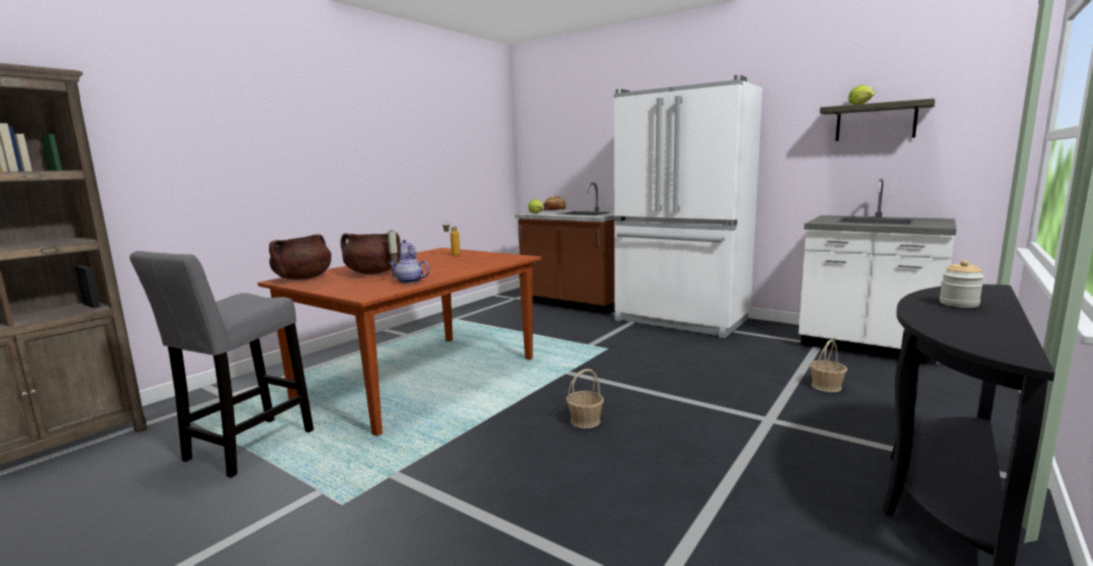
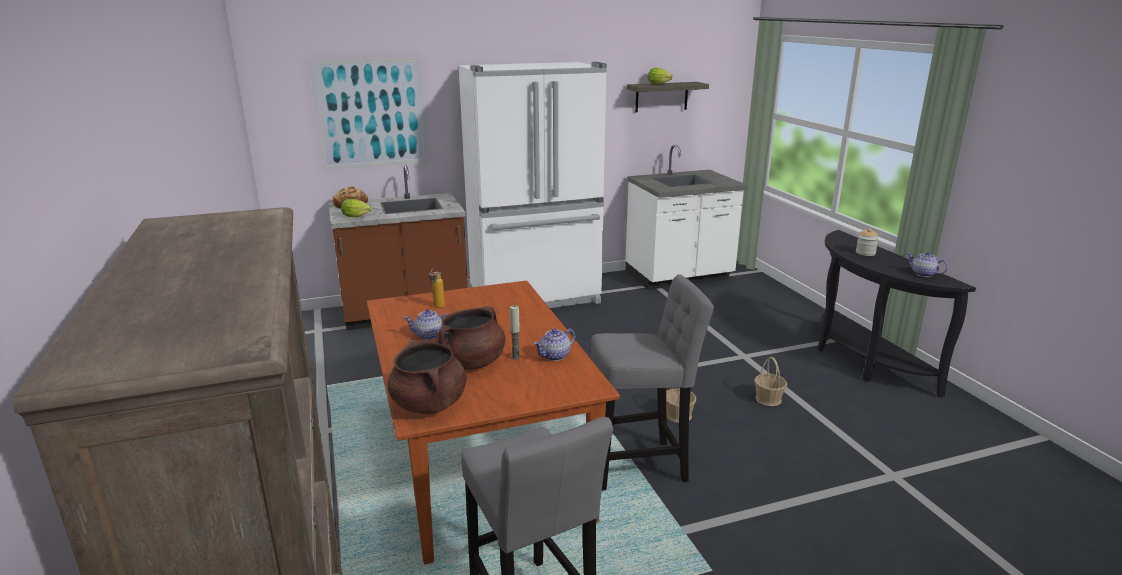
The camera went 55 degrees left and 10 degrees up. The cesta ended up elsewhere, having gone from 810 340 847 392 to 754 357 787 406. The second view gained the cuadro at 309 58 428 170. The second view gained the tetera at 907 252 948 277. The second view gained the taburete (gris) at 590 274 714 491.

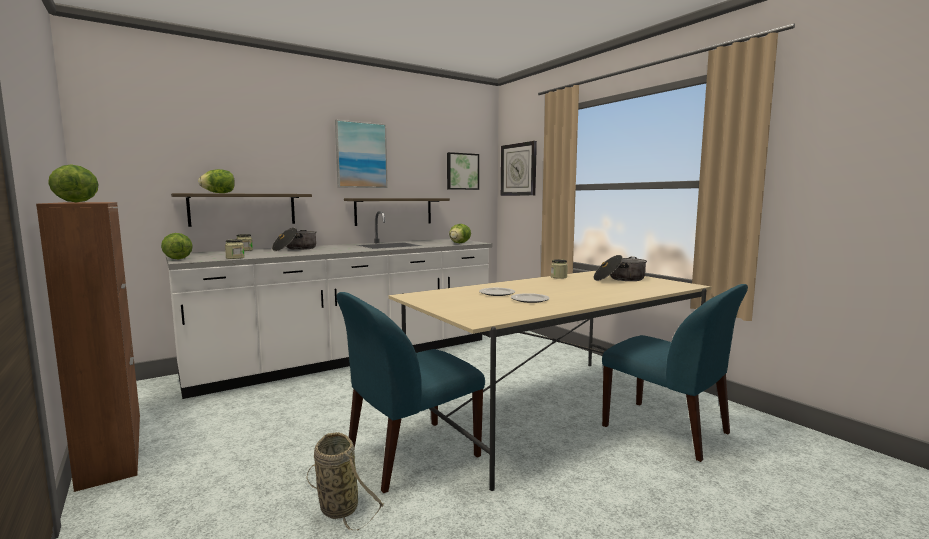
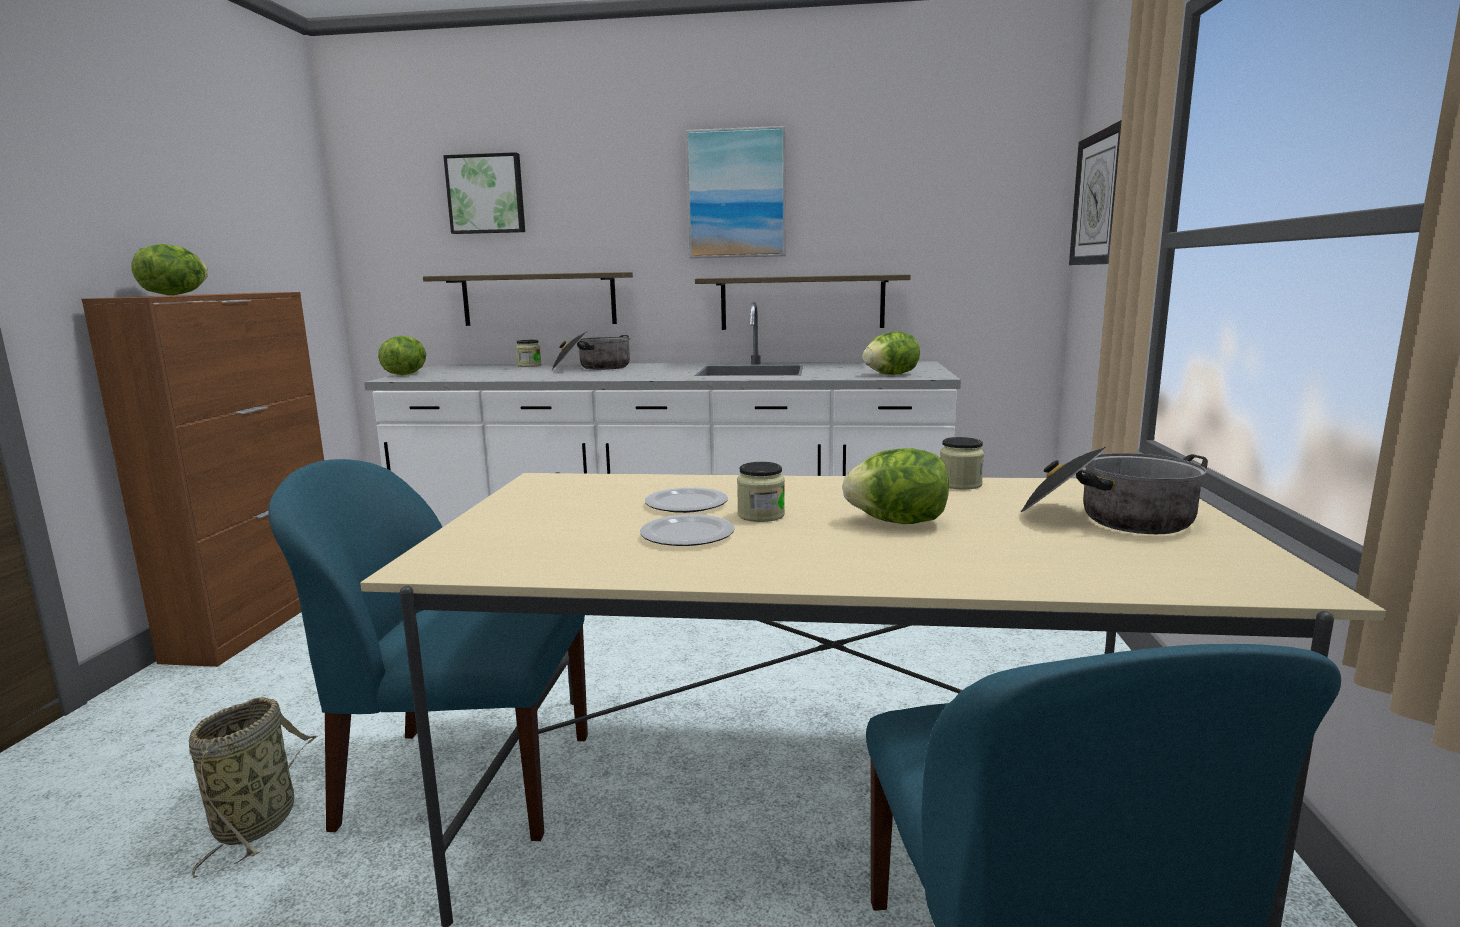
The camera went 40 degrees right and 5 degrees up. The cuadro ended up elsewhere, having gone from 447 152 479 190 to 443 152 525 234. The lechuga ended up elsewhere, having gone from 198 169 235 193 to 842 448 949 524. The tarro ended up elsewhere, having gone from 225 239 245 259 to 737 462 785 522.

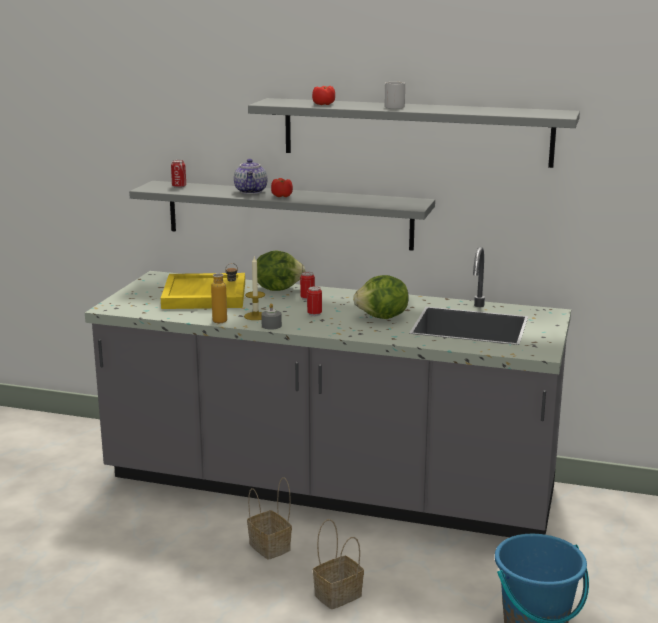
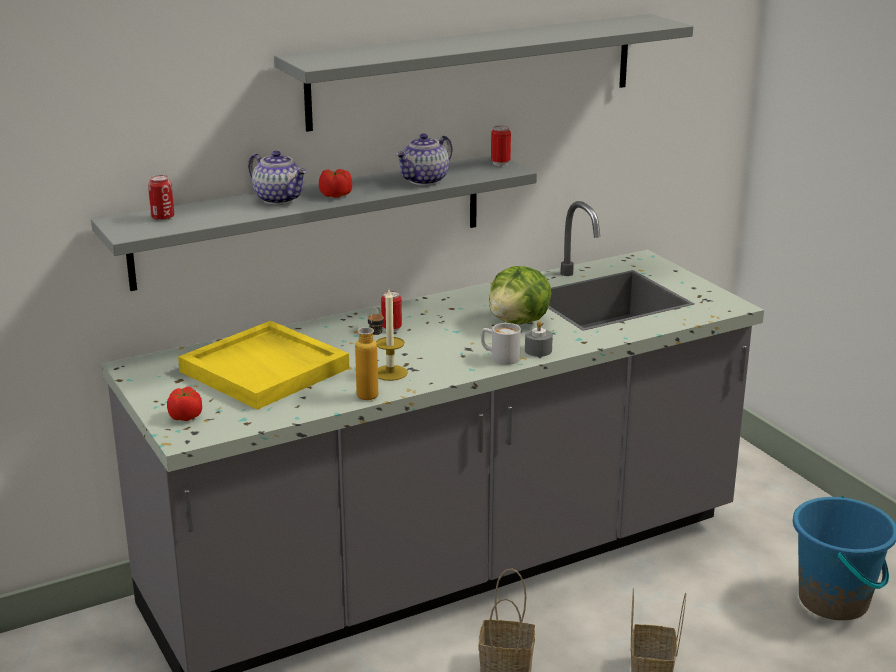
The camera went 45 degrees left and 5 degrees up. The taza grande (blanco) ended up elsewhere, having gone from 385 82 405 109 to 481 323 521 365. The tomate ended up elsewhere, having gone from 312 86 335 105 to 167 387 202 421. The second view lost the lechuga at 257 250 306 291. The lata ended up elsewhere, having gone from 307 286 322 317 to 491 126 511 166. The vela (gris) ended up elsewhere, having gone from 261 303 282 330 to 525 321 553 357. The second view gained the tetera at 395 134 452 185.

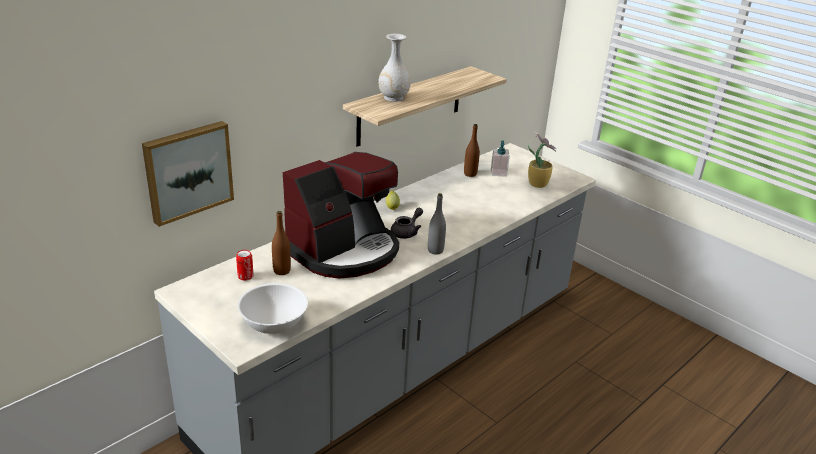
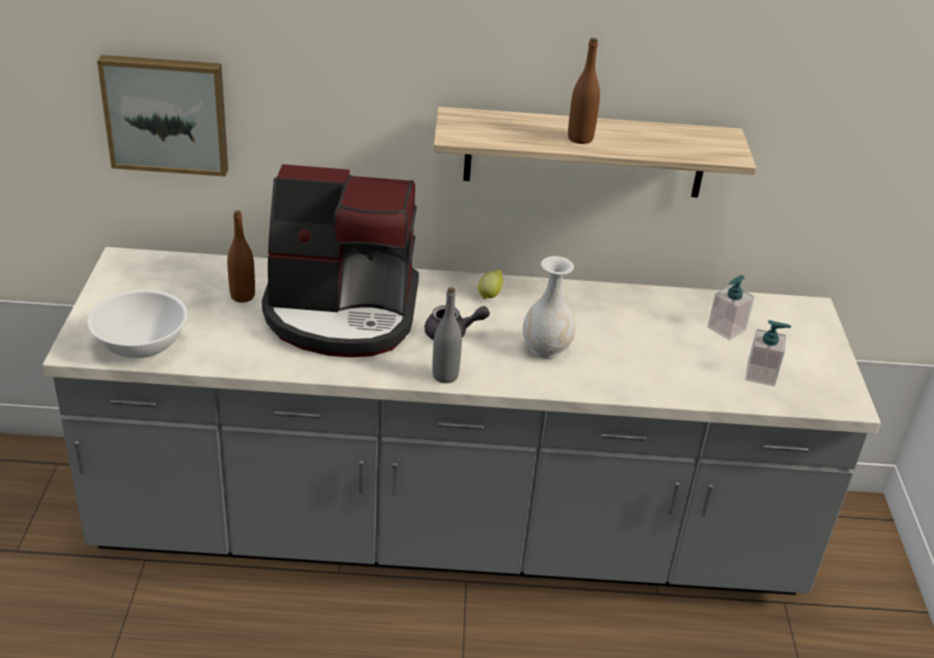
The camera went 45 degrees right and 5 degrees up. The florero (blanco) ended up elsewhere, having gone from 378 34 411 102 to 523 256 575 359. The botella (marrón) ended up elsewhere, having gone from 464 124 480 177 to 568 38 600 144. Where the planta en maceta stood at 528 132 557 188, the dispensador de jabón came to stand at 745 320 791 386. The second view lost the lata at 236 250 253 281.

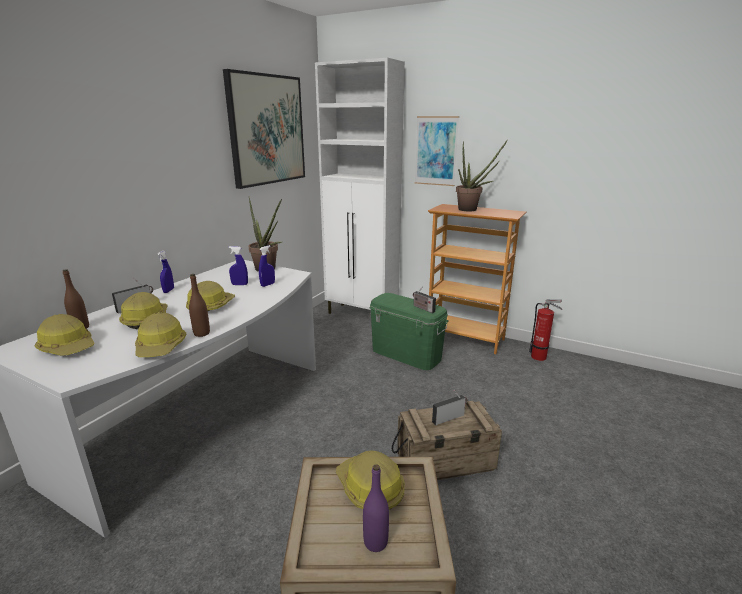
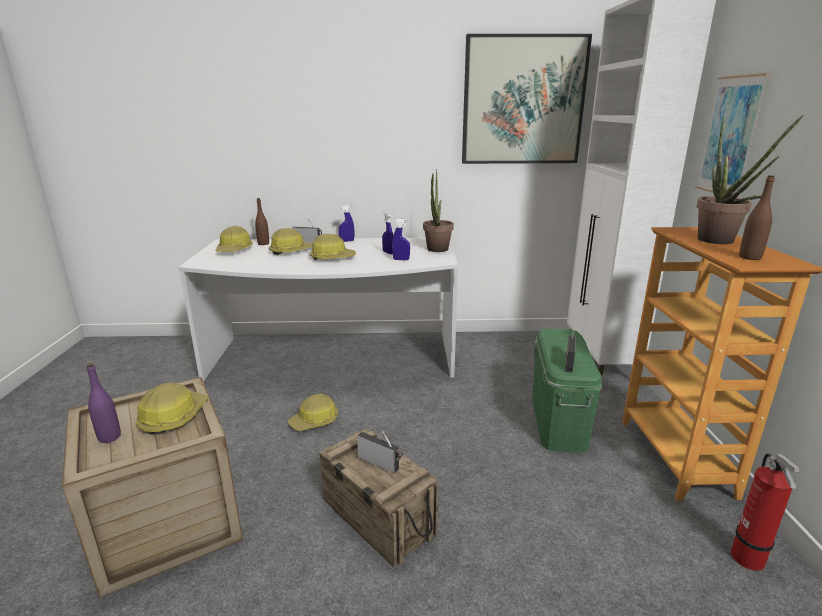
The camera went 60 degrees right and 0 degrees up. The botella (marrón) ended up elsewhere, having gone from 189 274 210 337 to 739 175 775 260. The casco ended up elsewhere, having gone from 135 312 186 357 to 288 393 338 431.

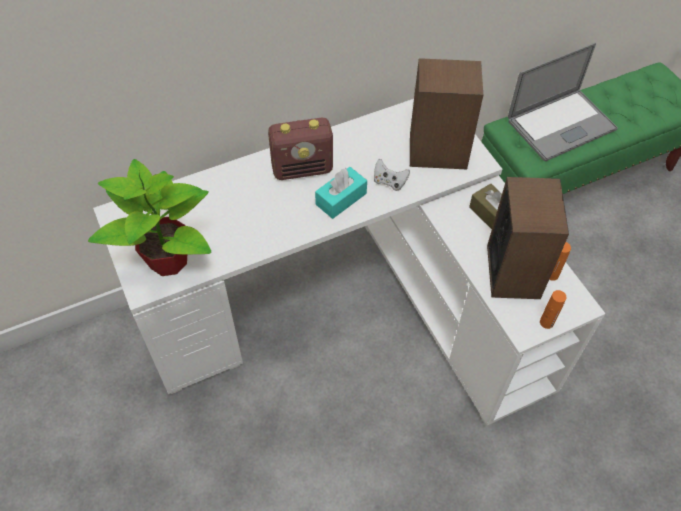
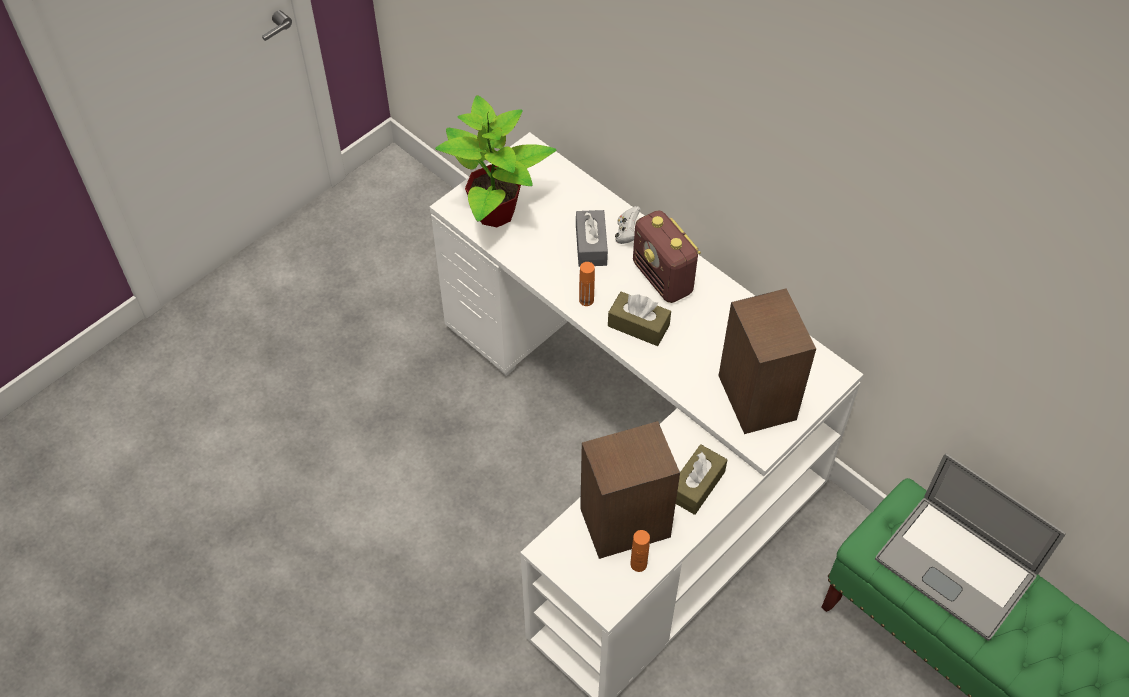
The camera went 70 degrees right and 0 degrees up. The mando de consola (blanco) ended up elsewhere, having gone from 374 159 410 191 to 615 206 641 244. What was the caja de pañuelos (turquesa) at 315 167 367 219 turned into the caja de pañuelos (marrón) at 608 291 671 346. The botella (naranja) ended up elsewhere, having gone from 540 290 566 329 to 579 262 595 306. The second view gained the caja de pañuelos (gris) at 576 210 608 267.

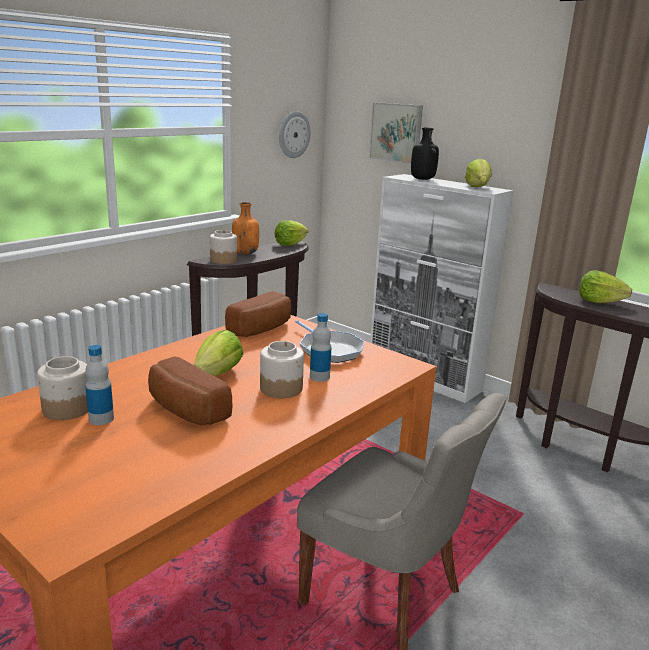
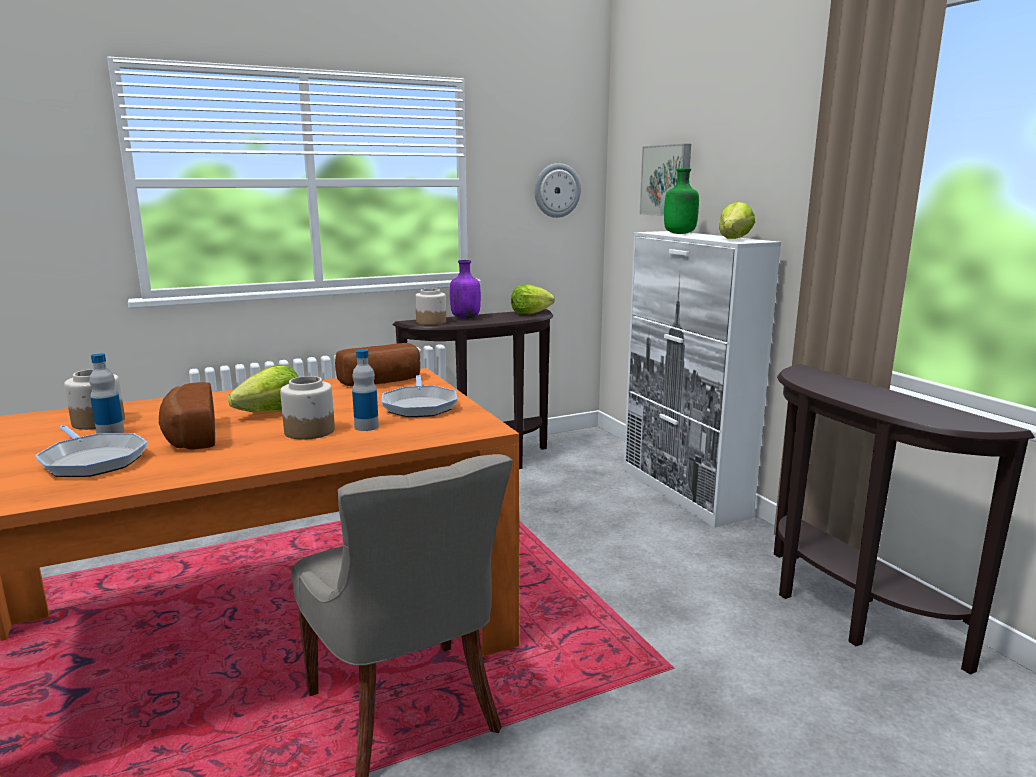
The camera went 25 degrees right and 5 degrees down. What was the botella (negro) at 411 127 439 180 turned into the botella (verde) at 664 168 699 234. What was the botella (naranja) at 232 202 259 254 turned into the botella (morado) at 450 260 481 319. The second view lost the lechuga at 579 270 632 303. The second view gained the sartén at 35 425 147 477.

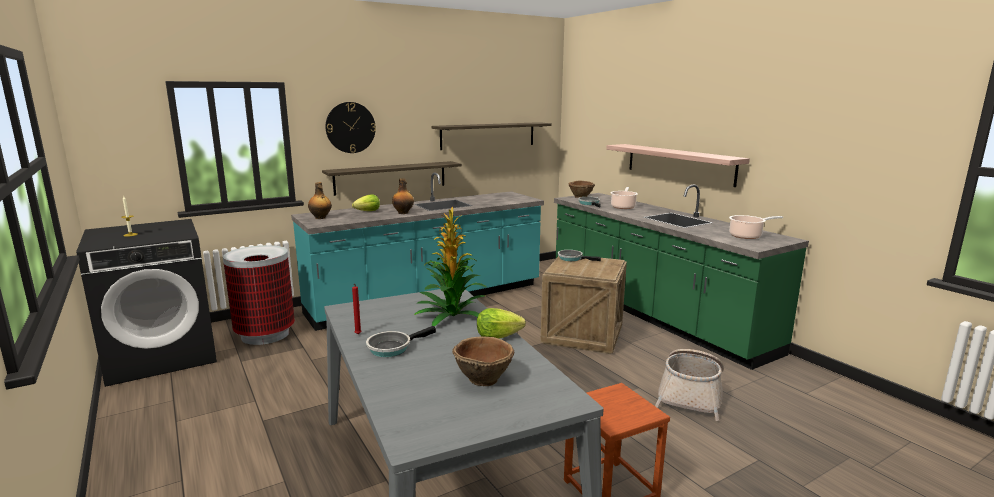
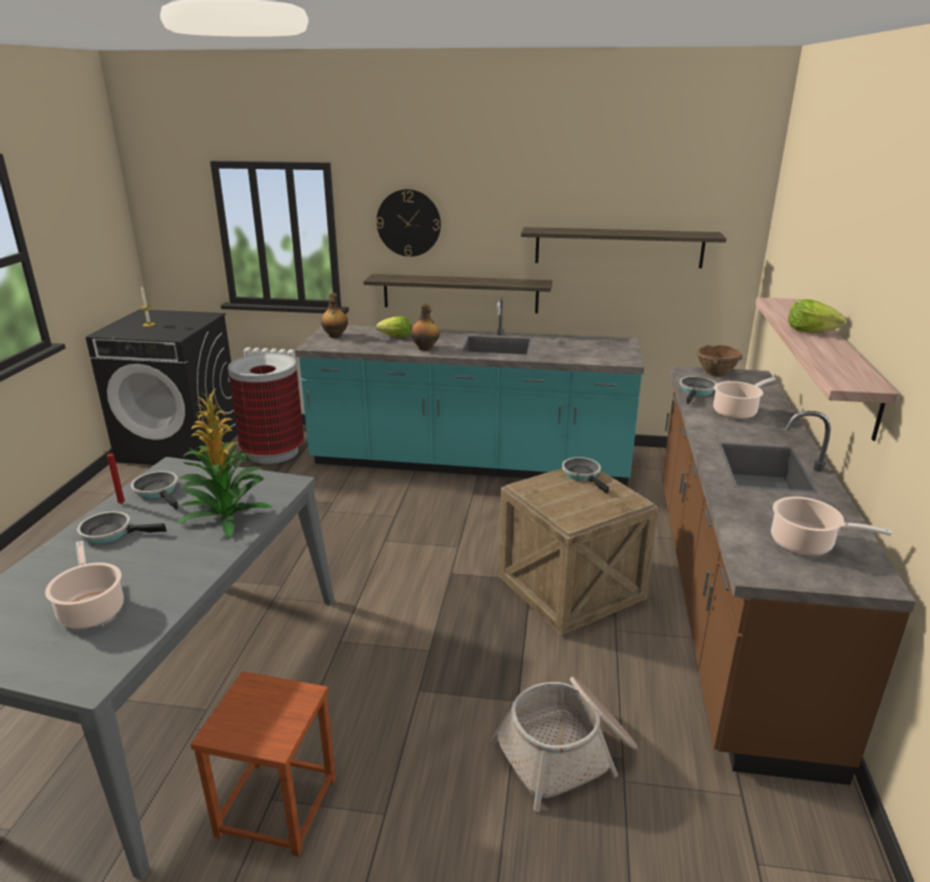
The camera went 40 degrees right and 10 degrees up. What was the mueble bajo de cocina (verde) at 554 184 809 370 turned into the mueble bajo de cocina (marrón) at 662 366 916 785. The lechuga ended up elsewhere, having gone from 477 308 526 339 to 788 299 846 333. Where the cuenco (marrón) stood at 452 336 514 386, the olla came to stand at 45 541 124 629. The second view gained the sartén at 131 471 178 510.

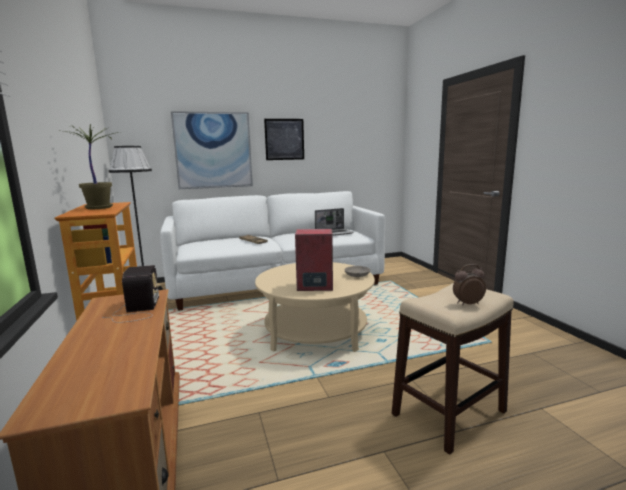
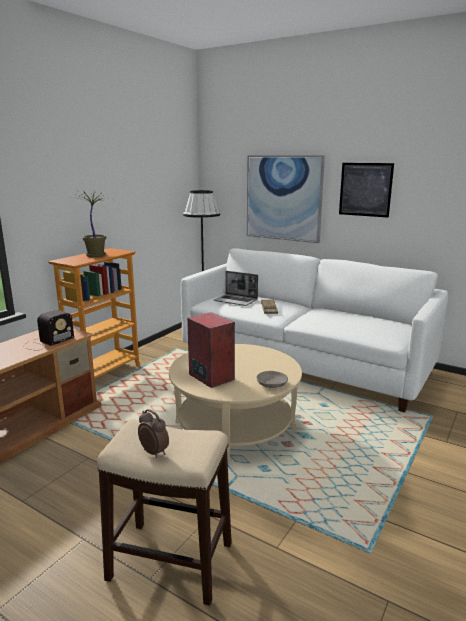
The camera went 50 degrees right and 5 degrees up. The portátil ended up elsewhere, having gone from 315 208 354 236 to 214 271 258 306.

